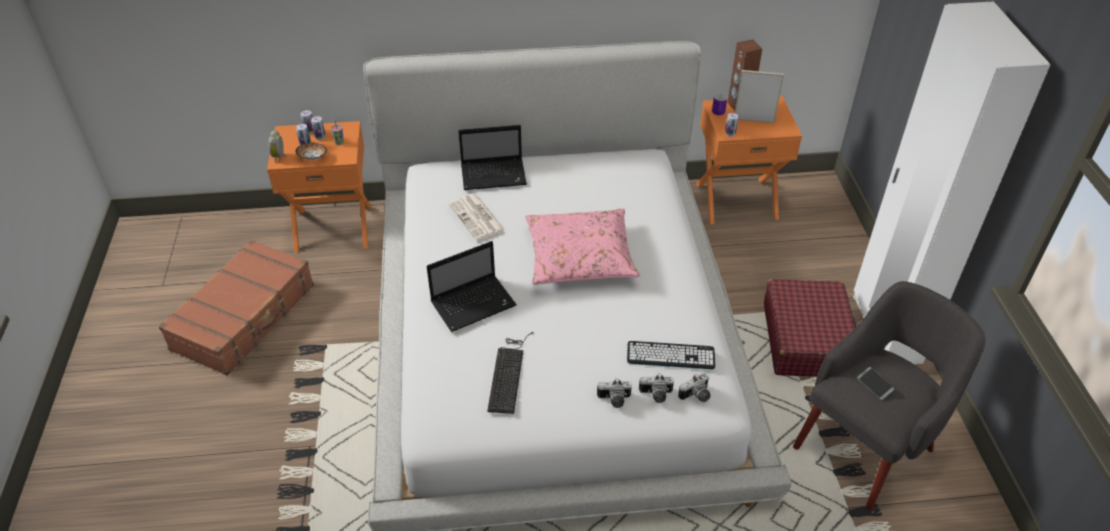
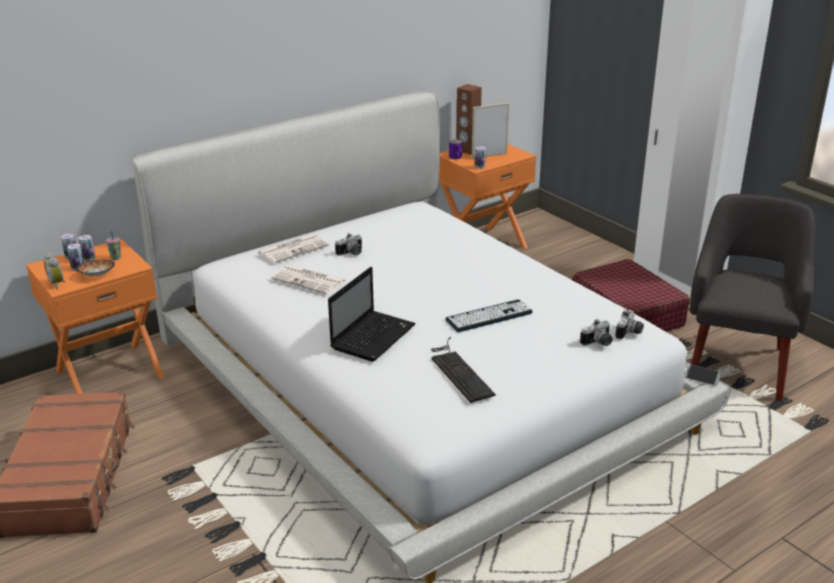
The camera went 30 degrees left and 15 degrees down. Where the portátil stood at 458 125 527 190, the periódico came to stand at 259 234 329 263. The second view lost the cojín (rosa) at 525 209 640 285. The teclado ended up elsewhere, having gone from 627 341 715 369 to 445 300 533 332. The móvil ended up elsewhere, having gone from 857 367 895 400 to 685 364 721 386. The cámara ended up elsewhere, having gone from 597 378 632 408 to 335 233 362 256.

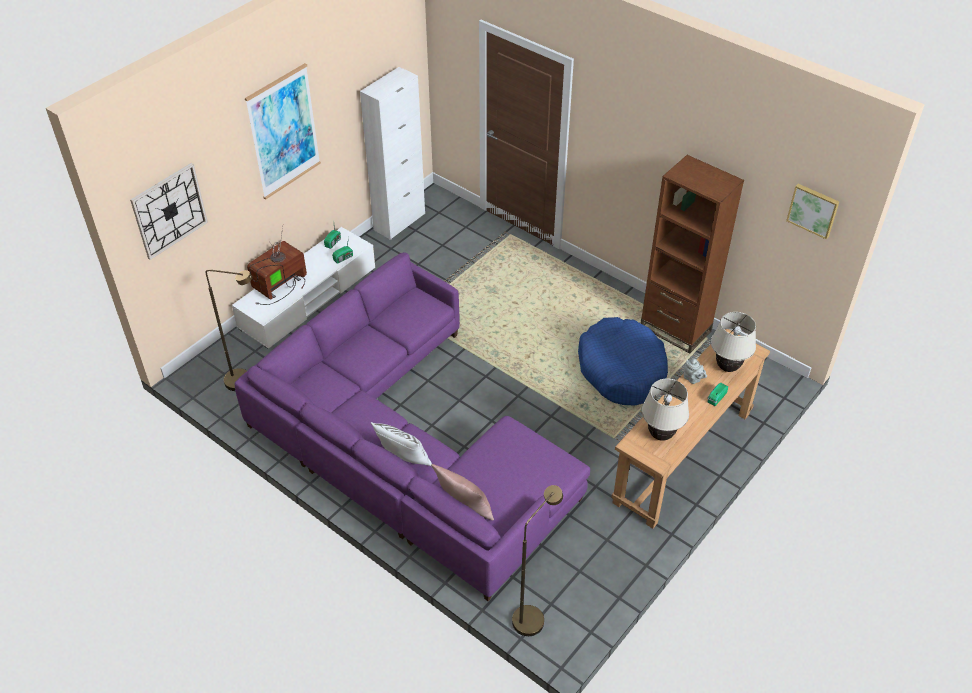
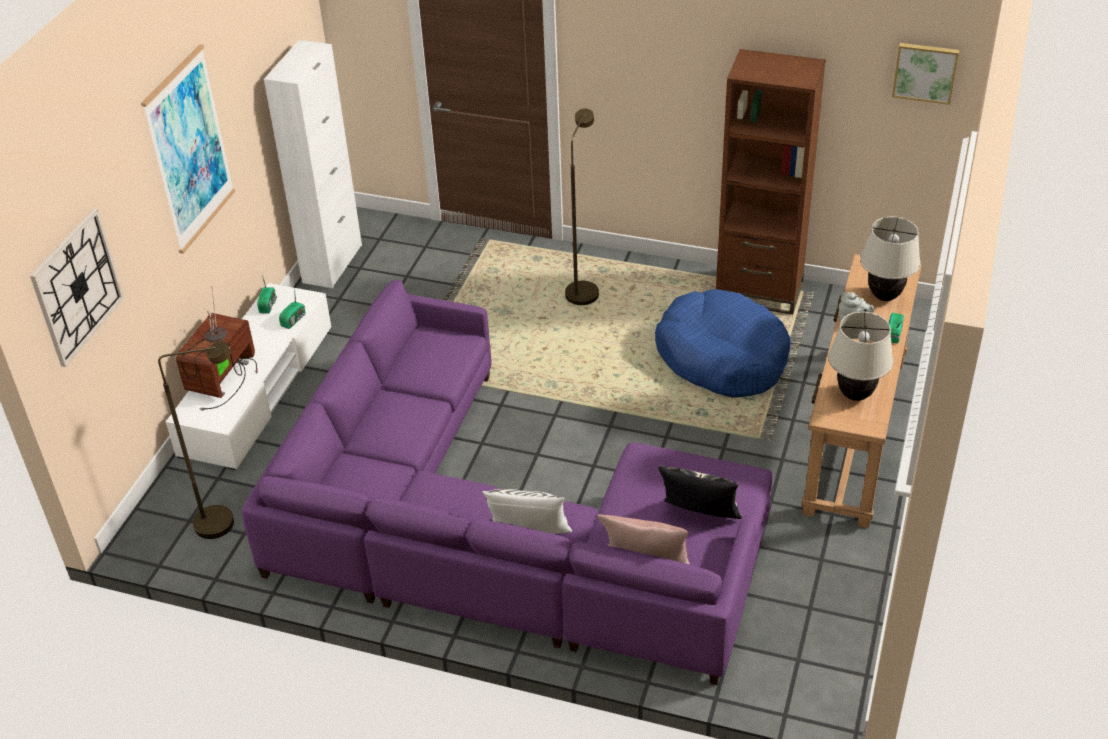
The camera went 20 degrees left and 5 degrees down. The lámpara de pie (marrón) ended up elsewhere, having gone from 512 485 563 636 to 565 109 599 305. The second view gained the cojín at 658 465 742 519.

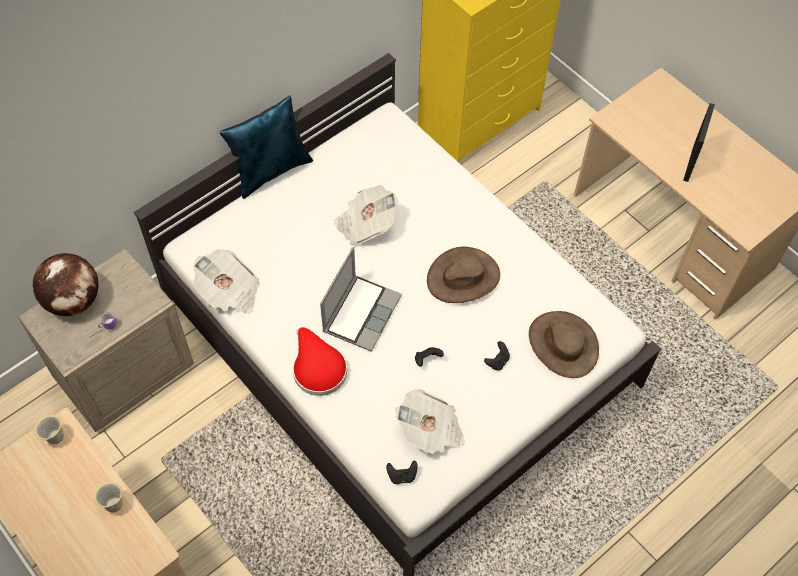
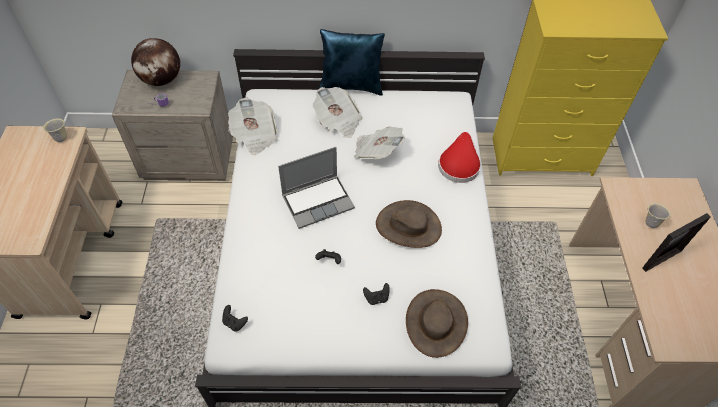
The camera went 40 degrees right and 5 degrees down. The sombrero (rojo) ended up elsewhere, having gone from 293 327 347 396 to 438 132 481 183. The periódico ended up elsewhere, having gone from 395 389 465 455 to 313 87 362 138. The taza grande (beis) ended up elsewhere, having gone from 94 482 122 513 to 645 203 671 228.

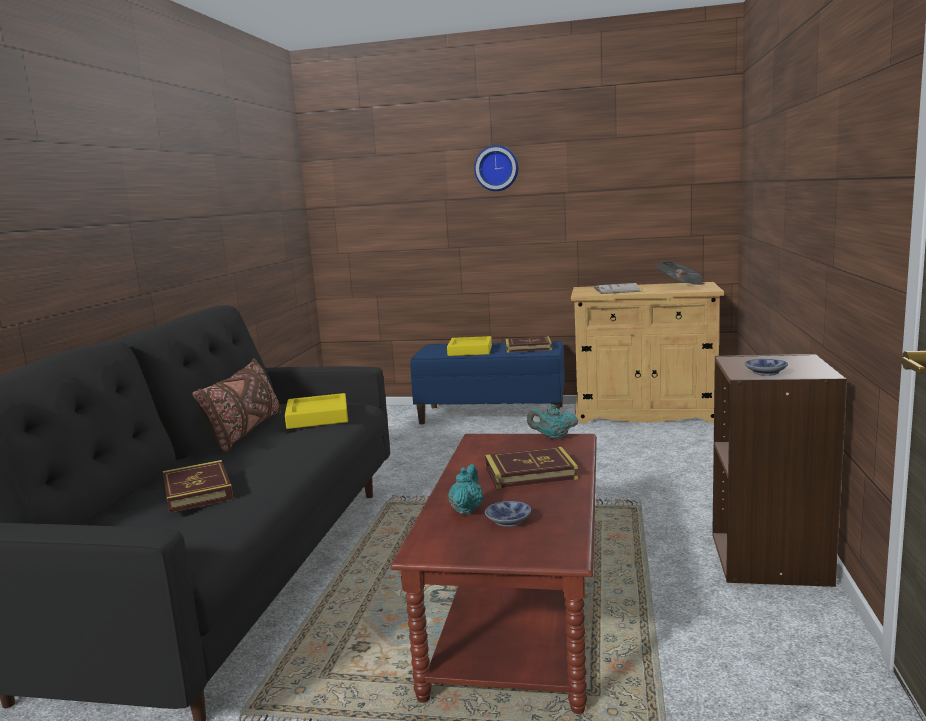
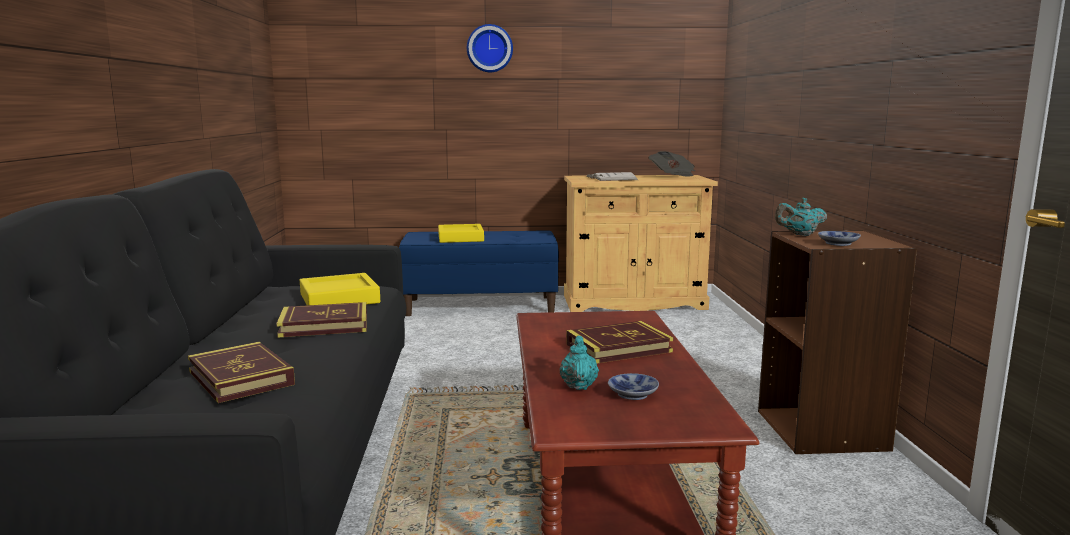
The camera went 15 degrees left and 0 degrees up. The libro ended up elsewhere, having gone from 505 336 552 352 to 277 302 367 337. The second view lost the cojín (marrón) at 192 359 281 452. The tetera (turquesa) ended up elsewhere, having gone from 527 404 578 440 to 775 198 827 236.

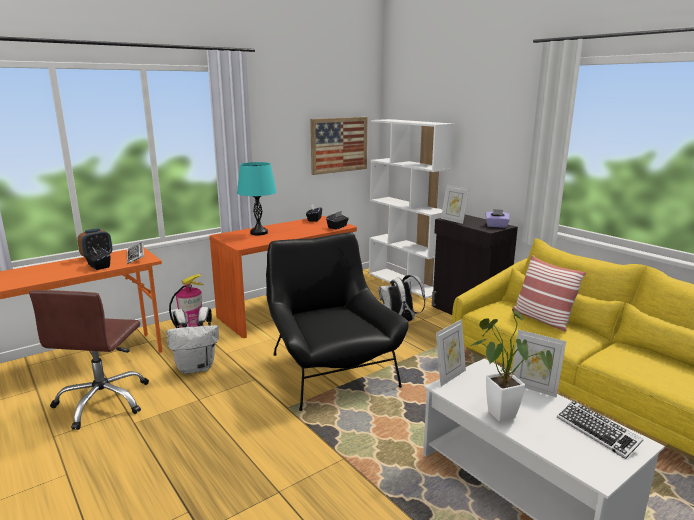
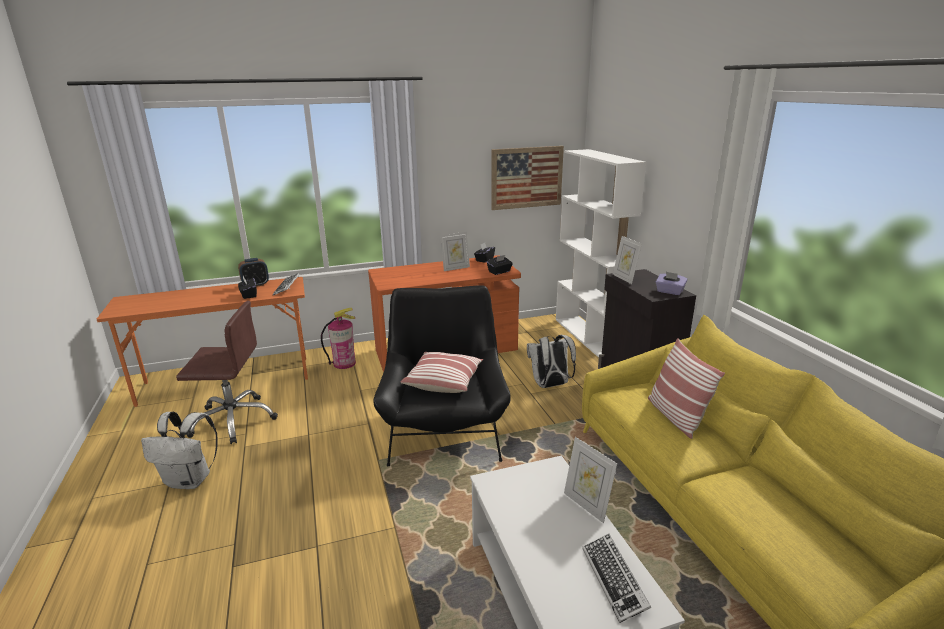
The camera went 20 degrees right and 5 degrees up. The second view lost the lámpara de mesa (turquesa) at 237 162 277 235. The silla de oficina (marrón) at 29 290 149 430 ended up facing another way, 120 degrees counterclockwise from before. The mochila (blanco) ended up elsewhere, having gone from 167 307 219 374 to 141 412 218 489. The second view lost the planta en maceta at 471 309 553 422. The portarretratos ended up elsewhere, having gone from 436 319 466 387 to 440 232 470 271. The second view gained the cojín at 400 352 483 393.

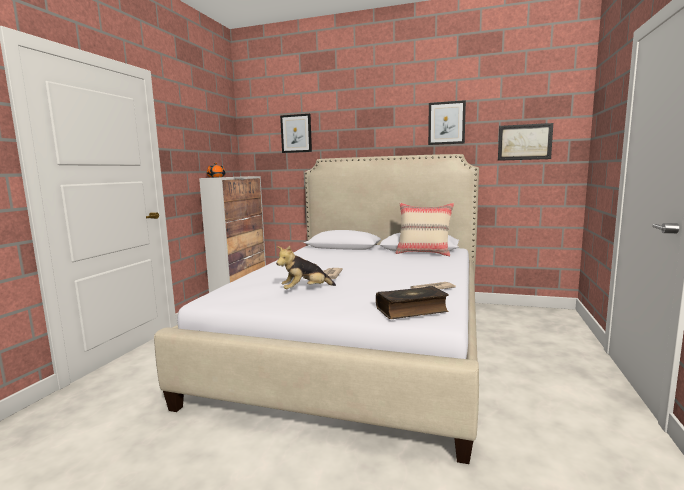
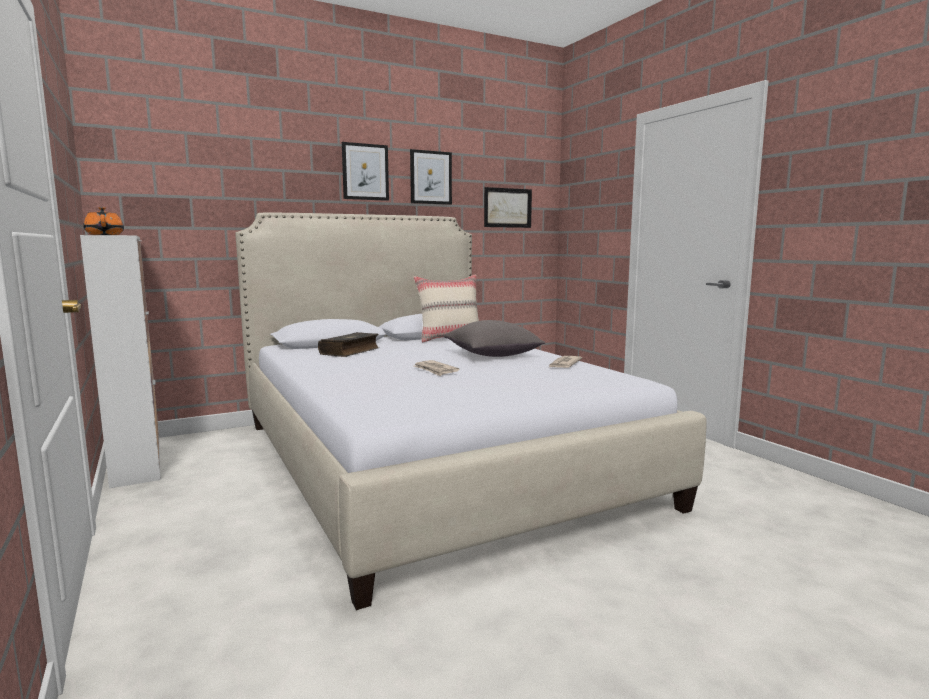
The camera went 45 degrees left and 0 degrees up. The cuadro ended up elsewhere, having gone from 280 114 312 153 to 342 142 389 201. The second view lost the peluche at 276 246 336 289. The libro ended up elsewhere, having gone from 376 286 449 319 to 318 332 379 357. The second view gained the cojín (gris) at 443 320 545 357.

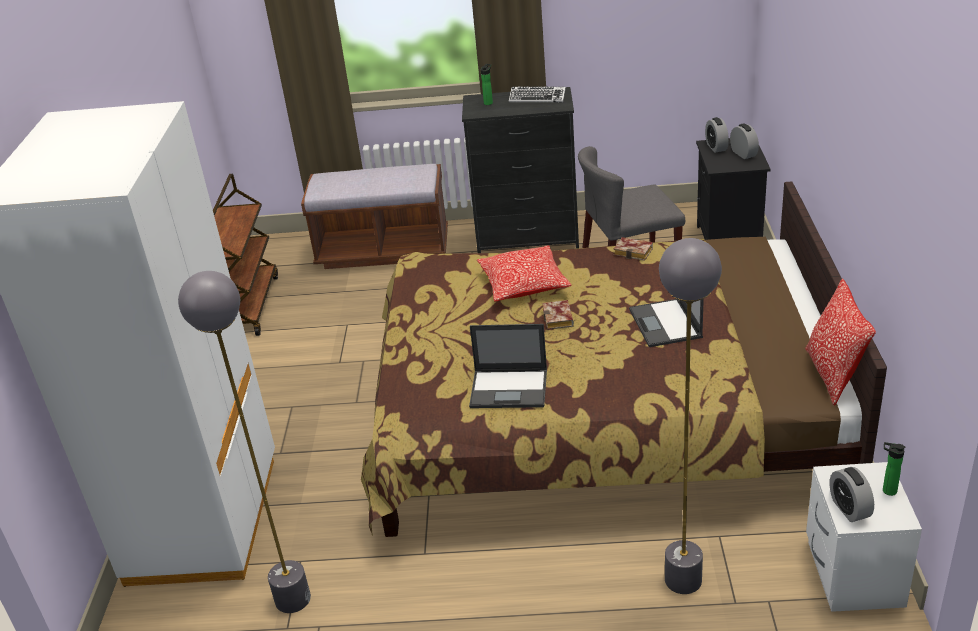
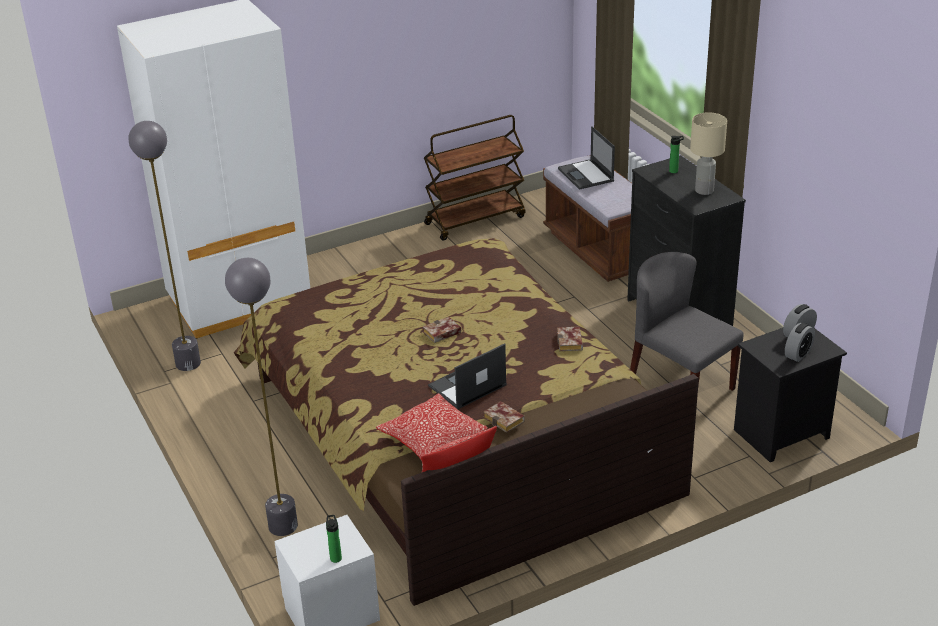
The camera went 60 degrees right and 0 degrees up. Where the teclado stood at 509 87 566 102, the lámpara de mesa (beis) came to stand at 690 112 727 195. The cojín ended up elsewhere, having gone from 477 246 571 302 to 376 393 488 460. The portátil ended up elsewhere, having gone from 469 324 547 408 to 558 126 615 190. The second view lost the despertador at 830 467 874 522. The second view gained the libro at 483 401 525 433.

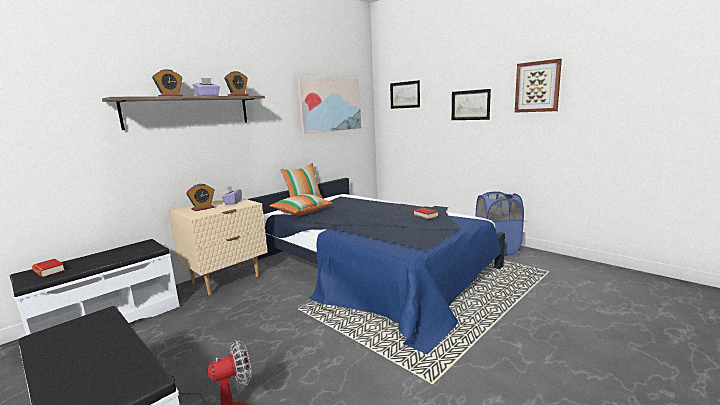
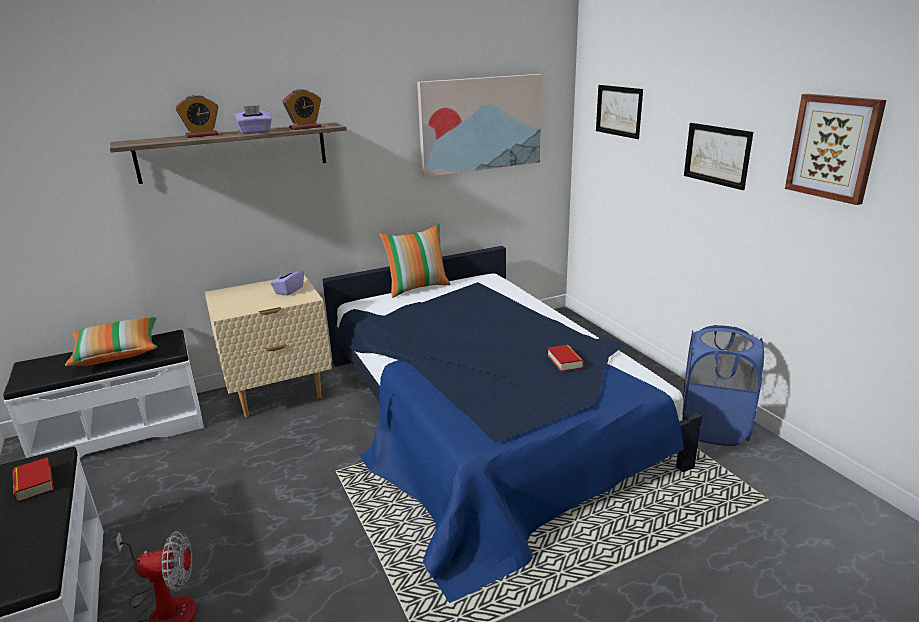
The camera went 20 degrees right and 10 degrees up. The second view lost the despertador at 186 184 215 211. The cojín ended up elsewhere, having gone from 269 194 333 216 to 65 317 157 366. The libro ended up elsewhere, having gone from 32 259 65 277 to 13 457 54 502.

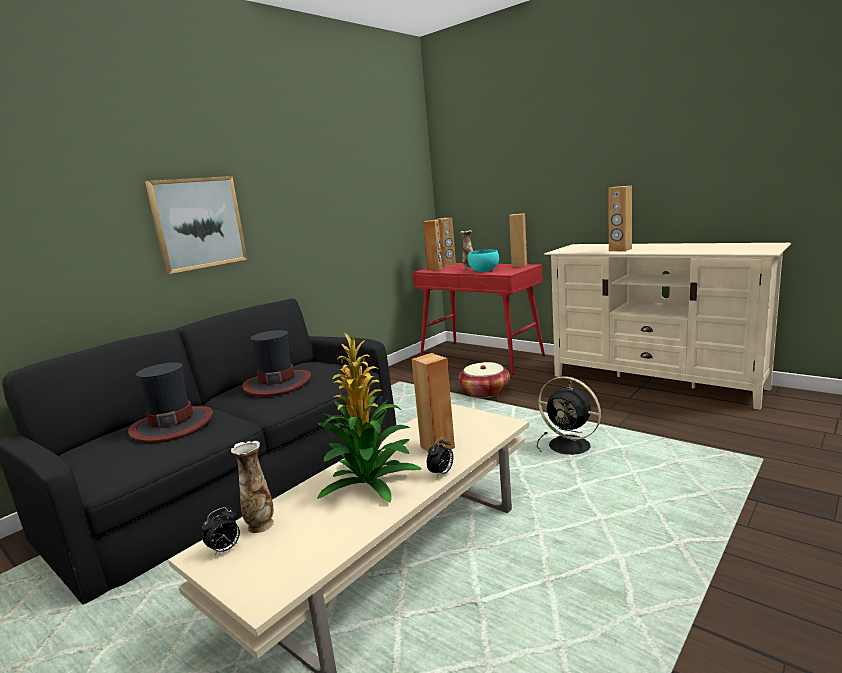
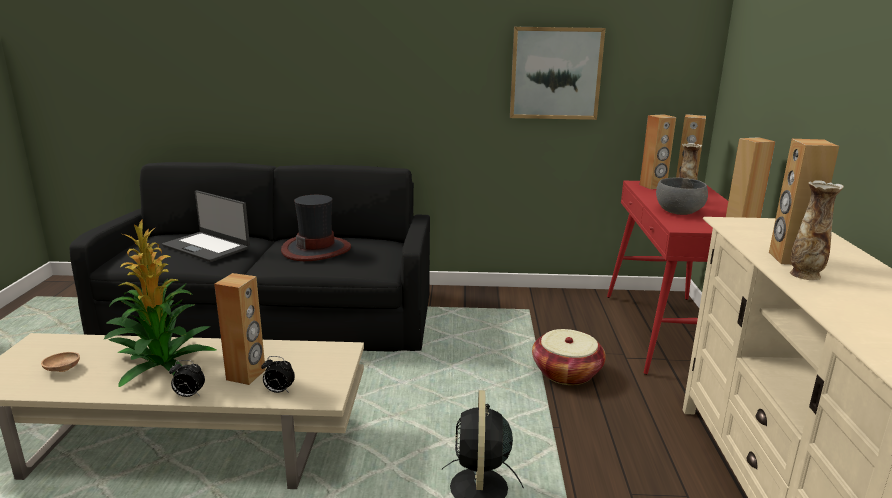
The camera went 50 degrees right and 5 degrees up. The cuadro ended up elsewhere, having gone from 145 176 248 274 to 510 27 606 120. What was the cuenco (turquesa) at 467 250 499 272 turned into the cuenco (gris) at 656 178 708 215. Where the sombrero stood at 128 362 213 443, the portátil came to stand at 162 190 250 262. The florero ended up elsewhere, having gone from 231 441 274 533 to 790 180 844 280. The despertador ended up elsewhere, having gone from 201 507 240 556 to 261 356 295 393. The second view gained the cuenco (marrón) at 41 352 80 372.

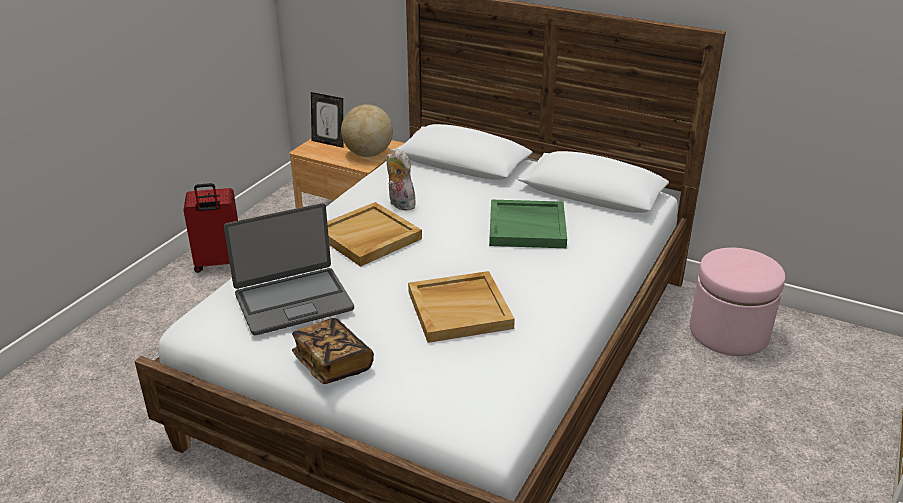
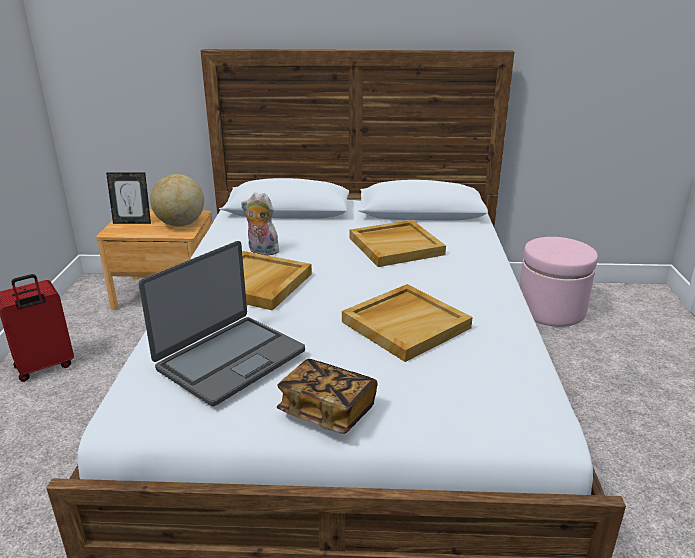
The camera went 25 degrees left and 5 degrees down. What was the bandeja (verde) at 489 200 567 248 turned into the bandeja (beis) at 350 220 446 267.

